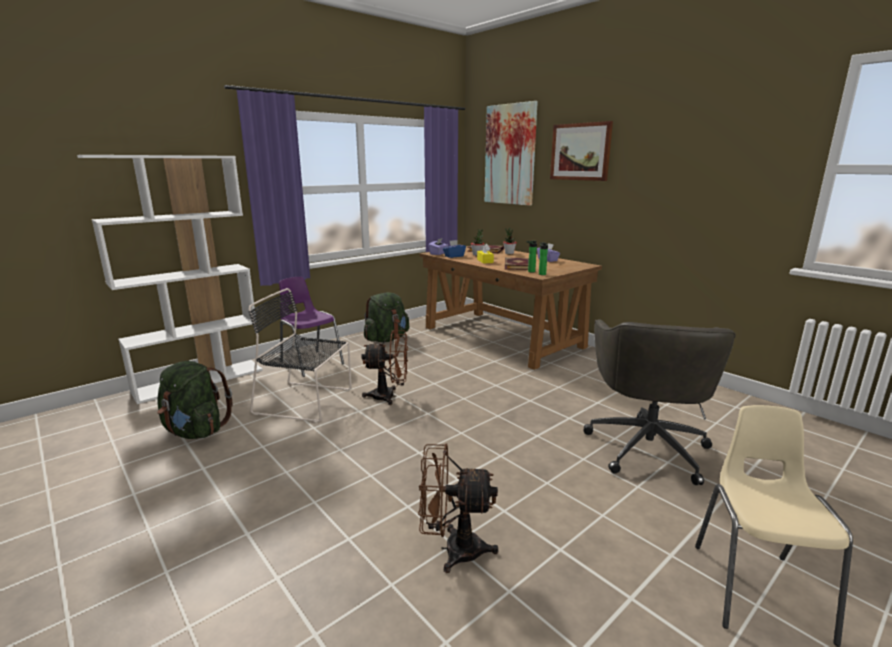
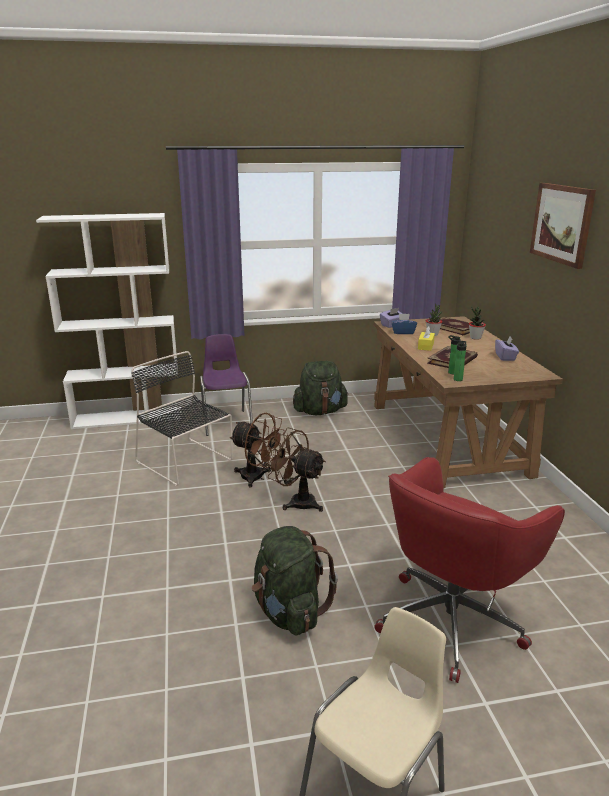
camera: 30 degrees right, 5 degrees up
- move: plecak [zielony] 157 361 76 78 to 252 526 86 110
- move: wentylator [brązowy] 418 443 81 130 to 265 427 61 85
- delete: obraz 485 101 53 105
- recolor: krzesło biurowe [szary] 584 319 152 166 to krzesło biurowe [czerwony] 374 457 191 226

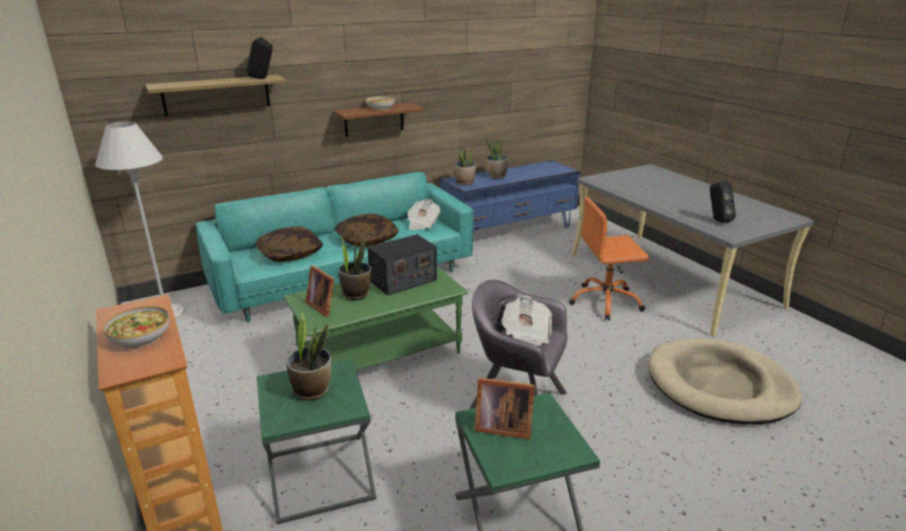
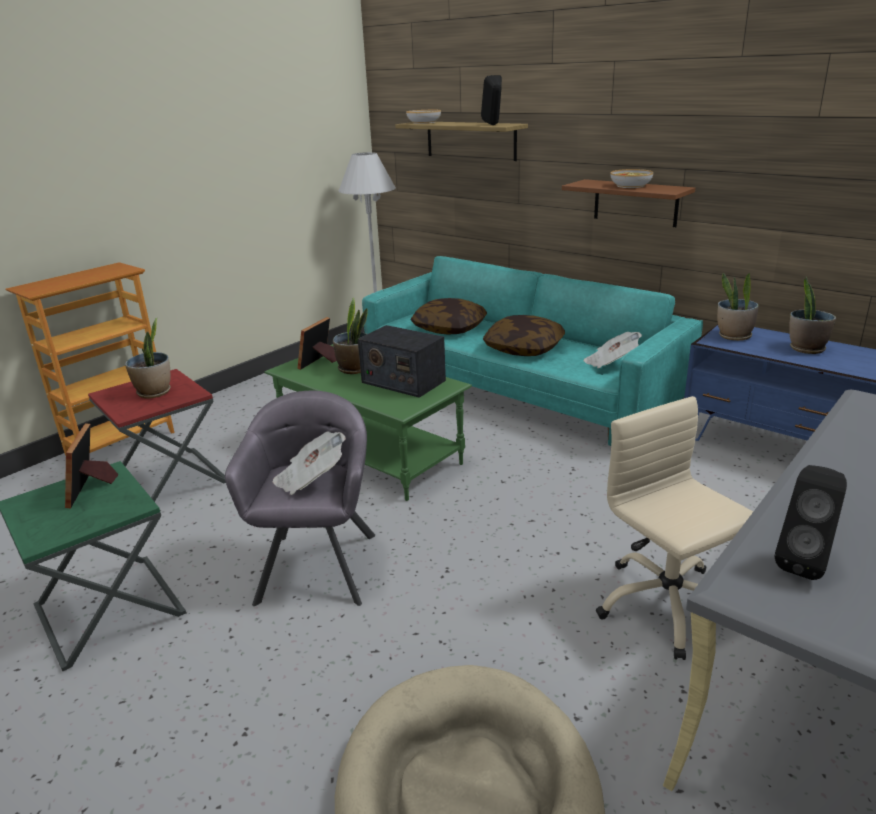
camera: 70 degrees right, 0 degrees up
- move: miska 103 306 67 42 to 406 110 35 14
- recolor: stolik [zielony] 257 359 120 165 to stolik [czerwony] 88 369 138 133
- recolor: krzesło biurowe [pomarańczowy] 569 197 80 124 to krzesło biurowe [beżowy] 596 396 157 264

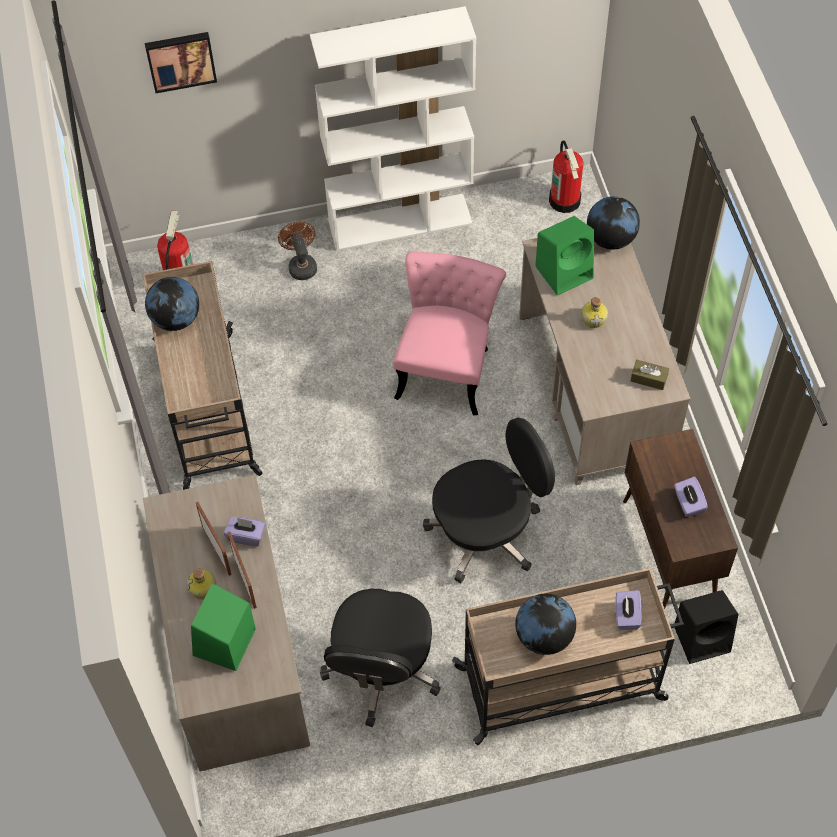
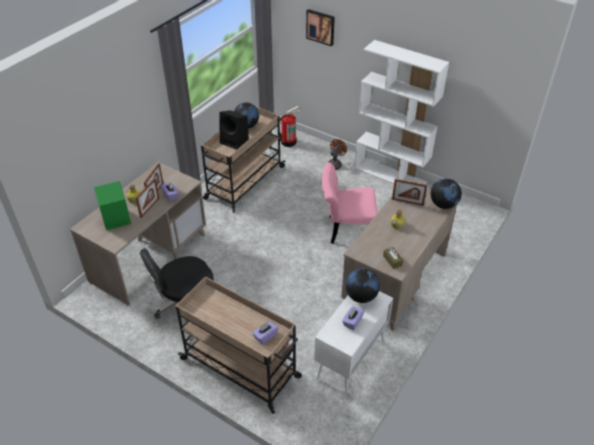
camera: 45 degrees right, 15 degrees down
- rotate: krzesło [różowy] 393 252 113 163 = 322 162 55 82 150 degrees counterclockwise
- delete: krzesło biurowe [czarny] 423 418 132 165
- move: globus 515 594 61 61 to 345 269 35 34
- replace: głośnik [zielony] 535 216 59 80 to ramka na zdjęcie 392 179 35 27
- delete: gaśnica 549 140 34 73
- recolor: szafka [brązowy] 623 429 115 180 to szafka [biały] 314 291 79 106
- move: głośnik [czarny] 674 590 65 74 to 219 110 30 40

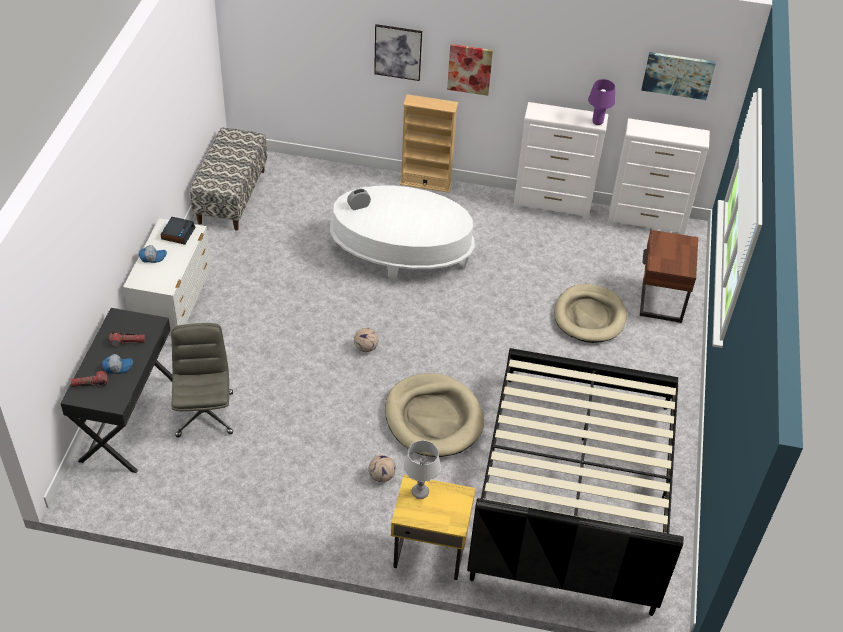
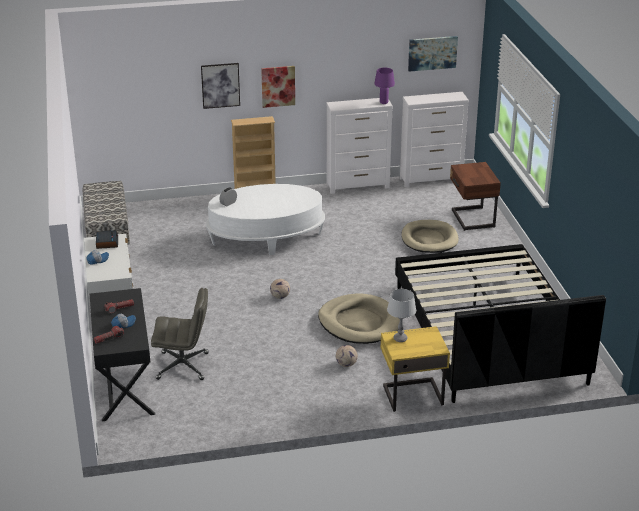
camera: 20 degrees left, 15 degrees down
- rotate: krzesło biurowe [szary] 171 323 62 114 = 151 288 57 92 120 degrees clockwise

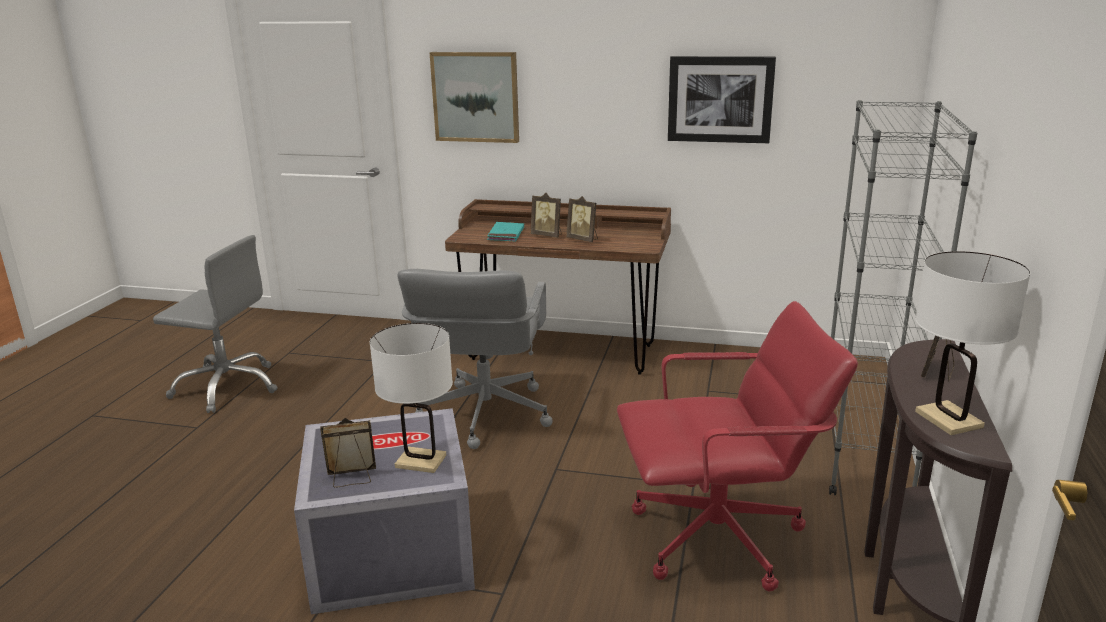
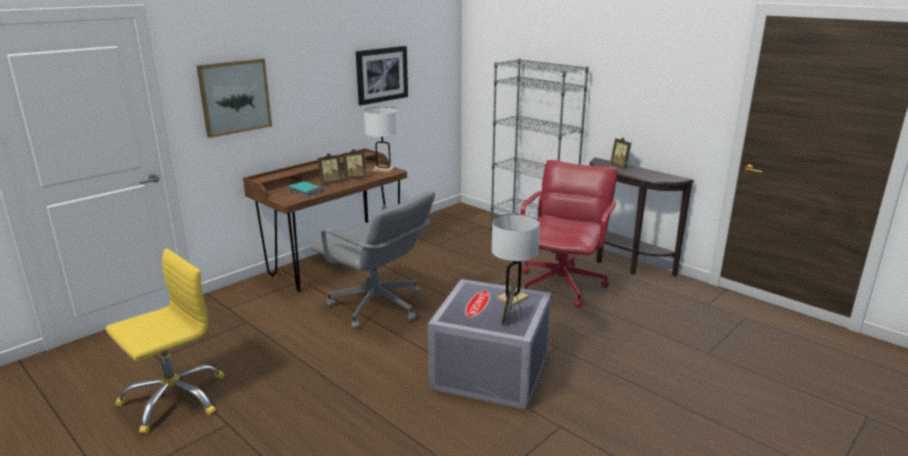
camera: 60 degrees left, 0 degrees up
- recolor: krzesło biurowe [szary] 153 235 125 178 to krzesło biurowe [żółty] 106 249 119 185
- move: lampa stołowa [biały] 915 251 115 184 to 364 107 35 66

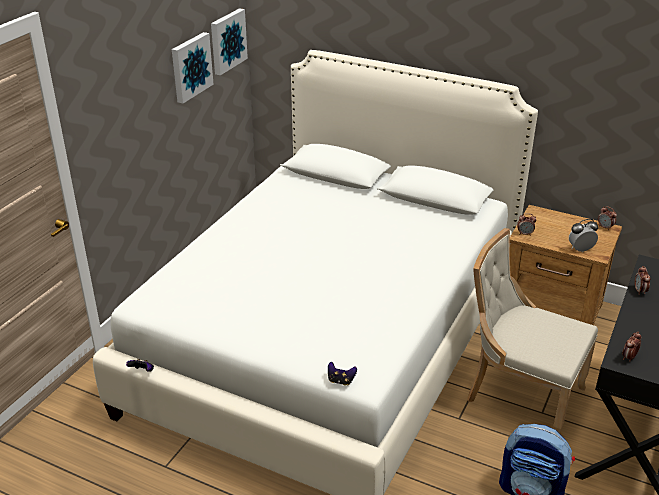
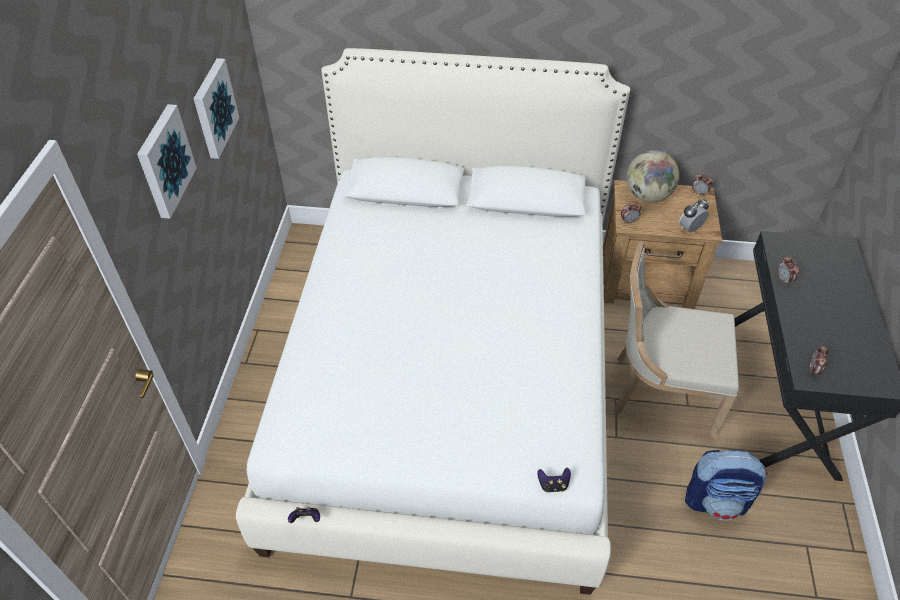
camera: 20 degrees left, 15 degrees up
- move: obraz 211 8 37 67 to 137 104 60 115
- insert: globus 626 150 53 52

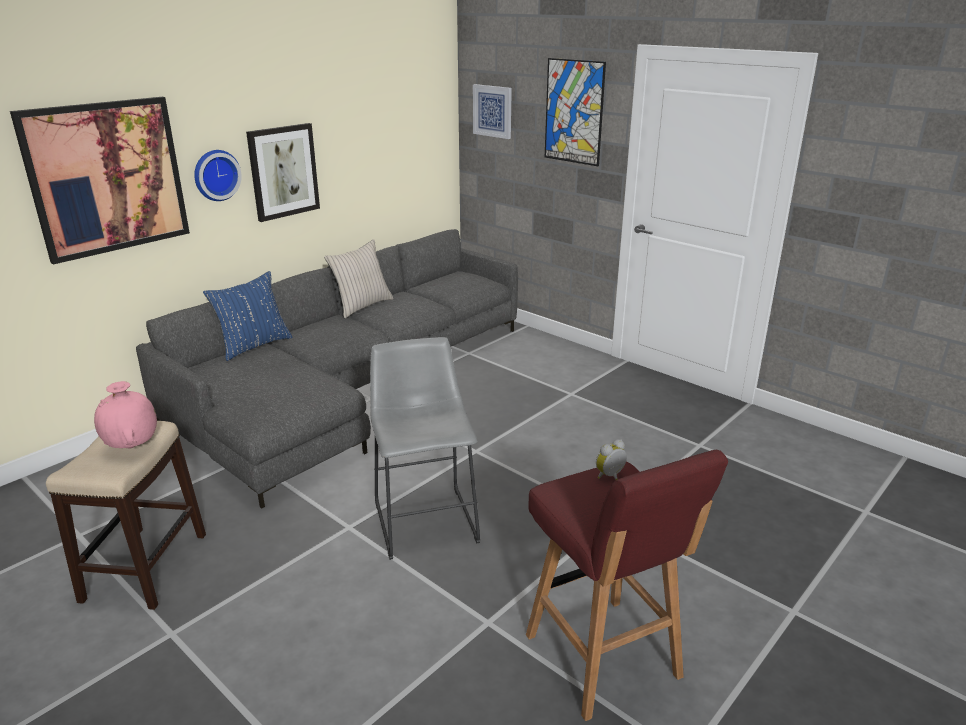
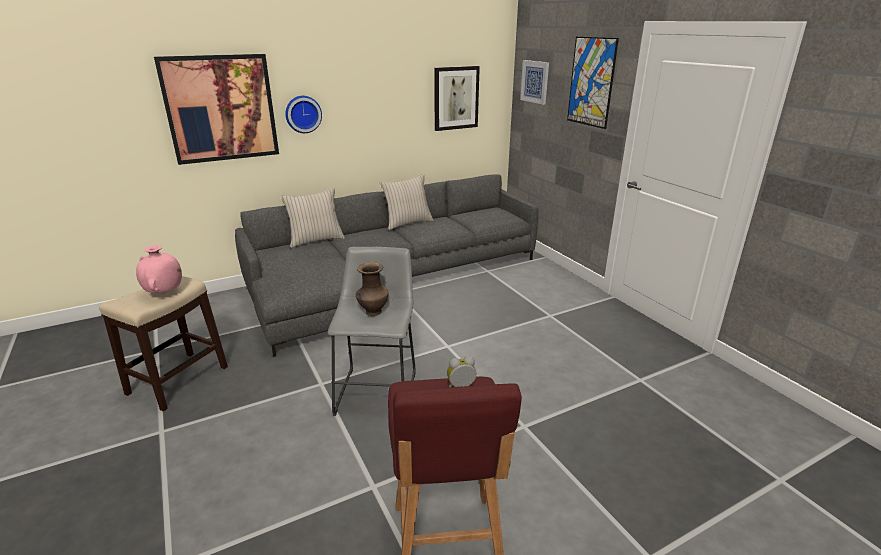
camera: 20 degrees right, 0 degrees up
- recolor: poduszka [niebieski] 203 271 90 90 to poduszka [beżowy] 280 188 65 60
- move: obraz 246 123 74 99 to 434 66 46 65
- insert: wazon [brązowy] 356 262 32 54

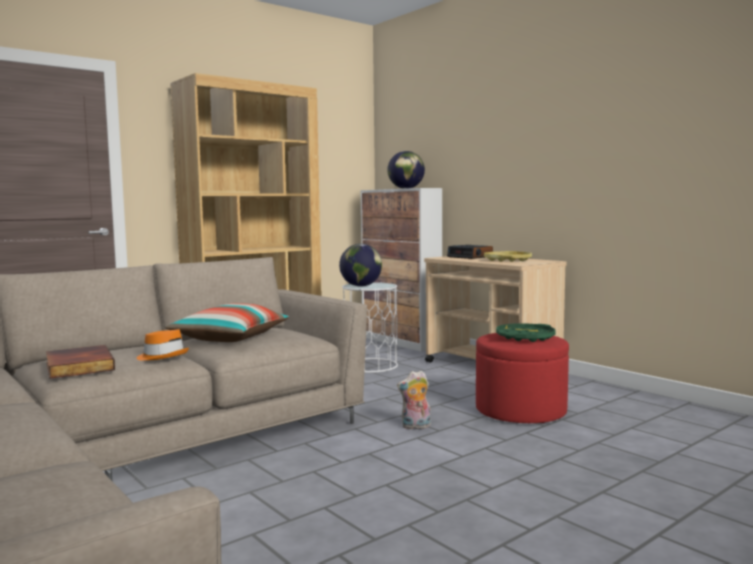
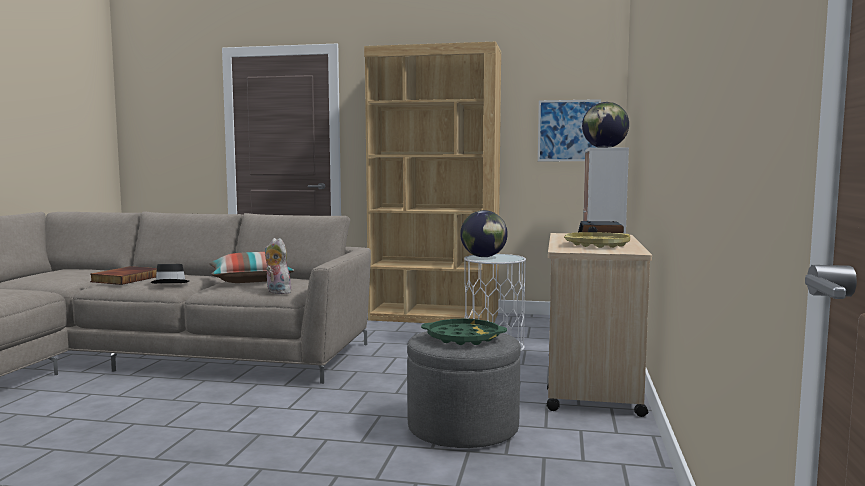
camera: 50 degrees right, 0 degrees up
- recolor: kapelusz [pomarańczowy] 137 329 52 32 to kapelusz [czarny] 151 264 38 20
- move: pluszak 397 371 34 58 to 265 238 28 56
- recolor: pufa [czerwony] 476 333 93 90 to pufa [szary] 407 331 114 117
- insert: obraz 538 99 63 62

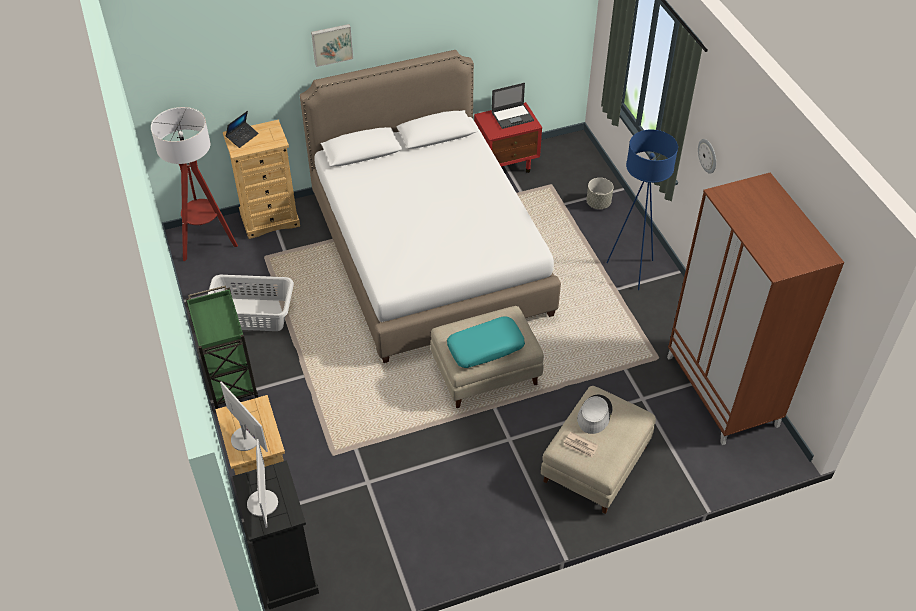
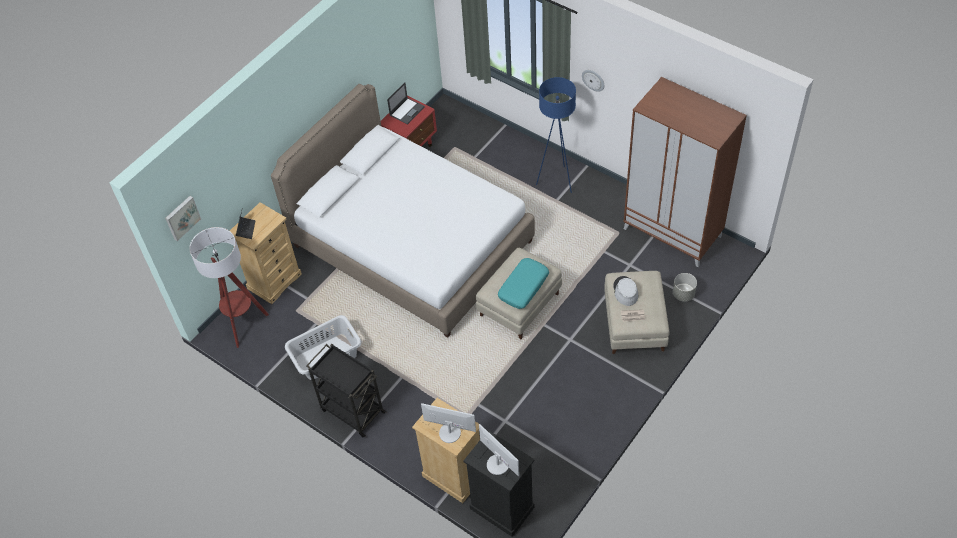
camera: 30 degrees left, 5 degrees up
- recolor: wózek [zielony] 186 285 72 124 to wózek [czarny] 306 344 81 94
- move: obraz 311 24 42 43 to 165 196 36 45
- move: donica [szary] 586 178 27 31 to 673 273 24 29

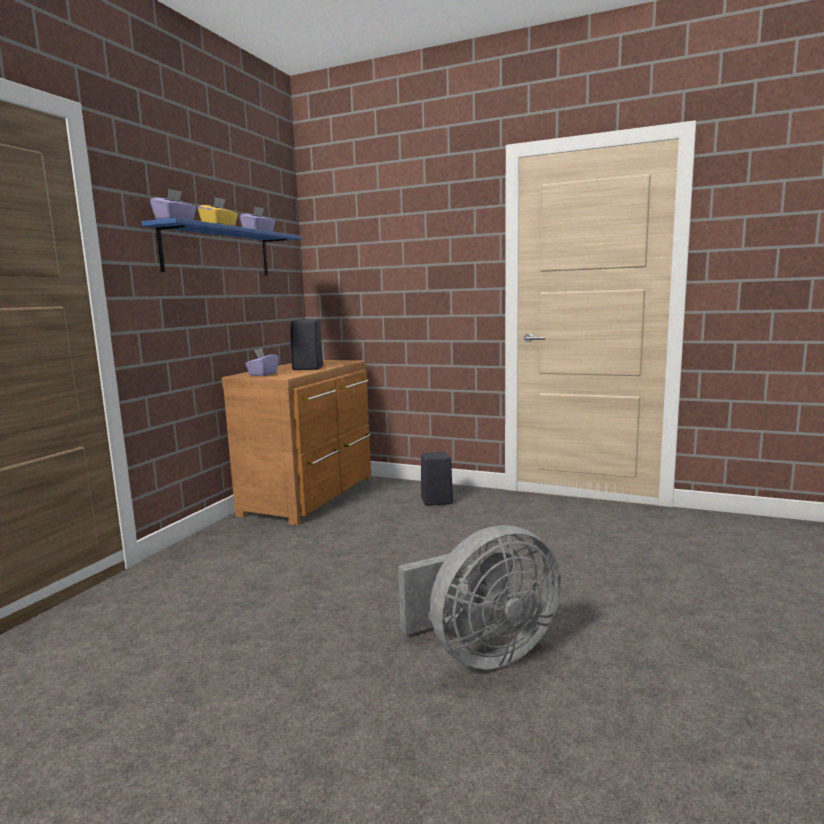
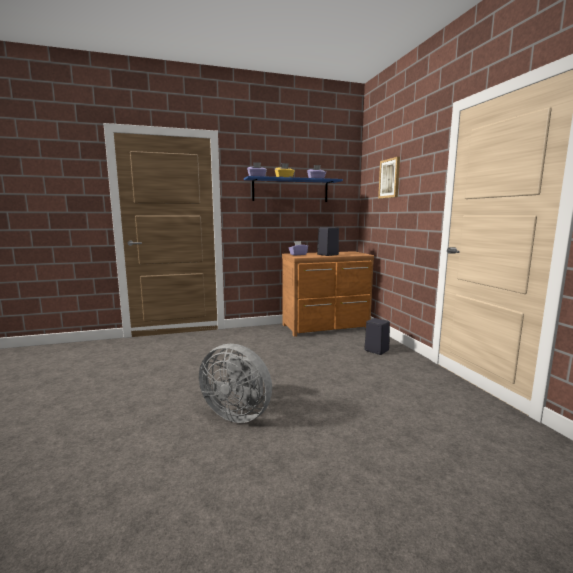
camera: 50 degrees right, 0 degrees up
- insert: obraz 378 157 22 42

